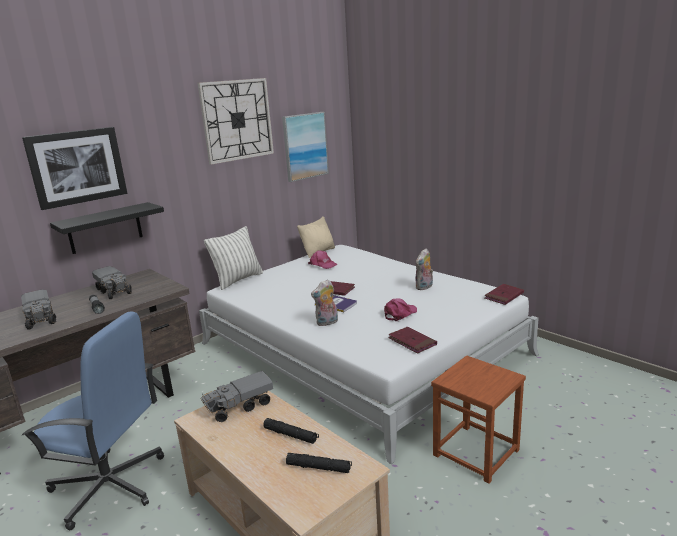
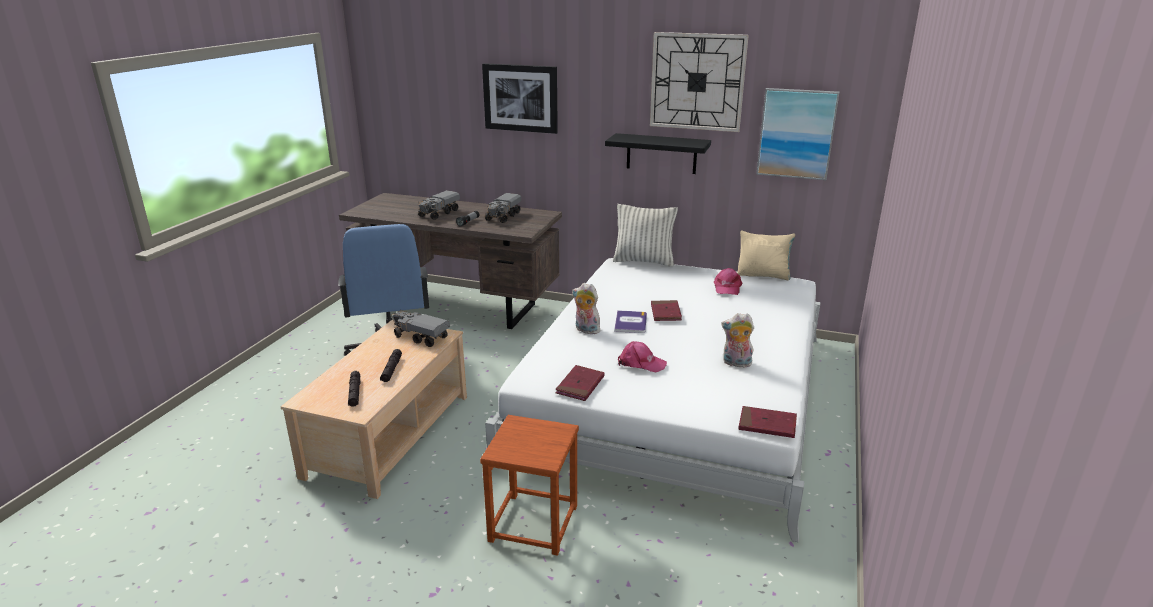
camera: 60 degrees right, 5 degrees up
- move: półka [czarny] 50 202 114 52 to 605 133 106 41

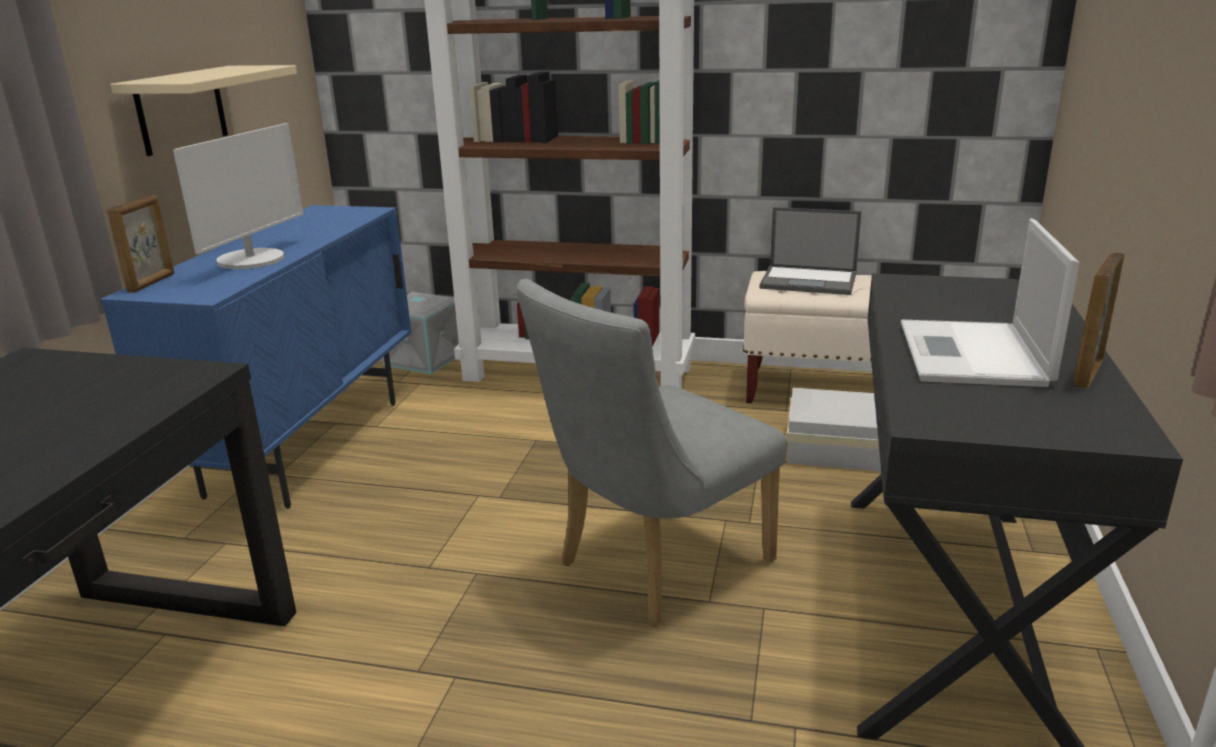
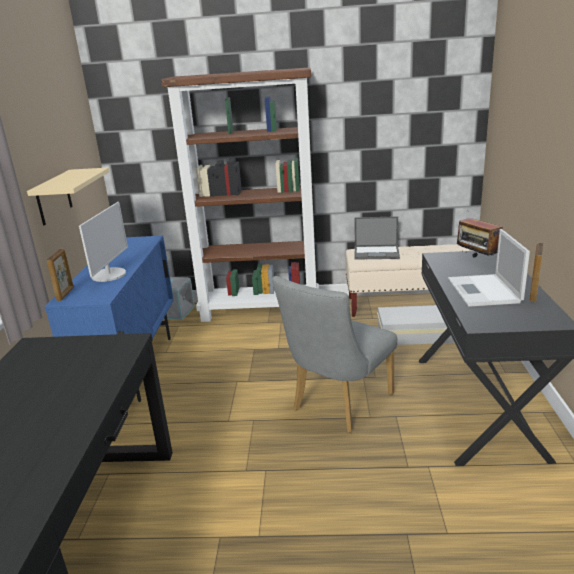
camera: 10 degrees left, 0 degrees up
- insert: radio 457 218 46 40

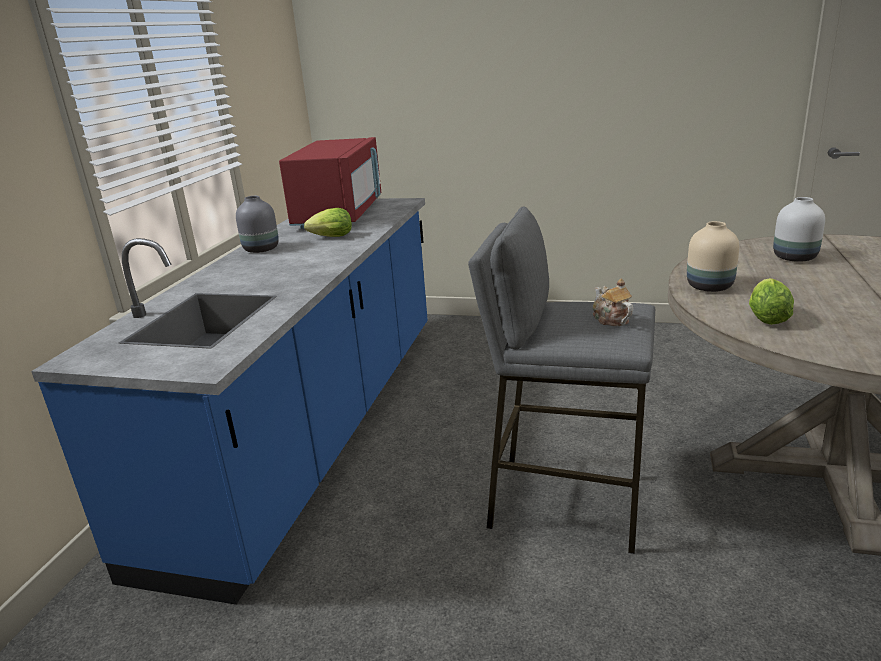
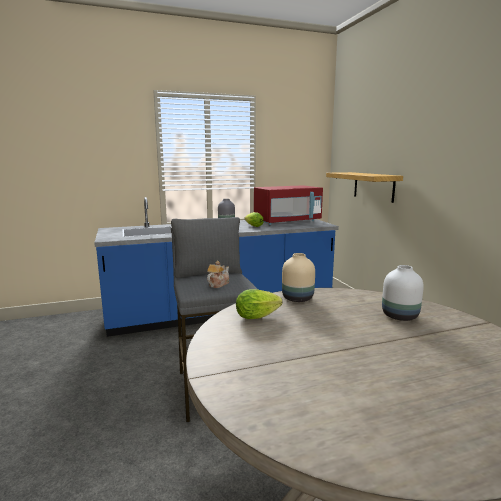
camera: 55 degrees right, 10 degrees down
- insert: półka 326 172 77 31

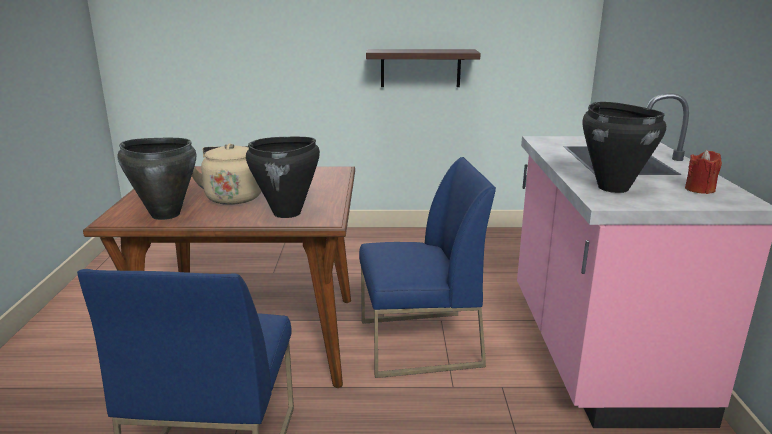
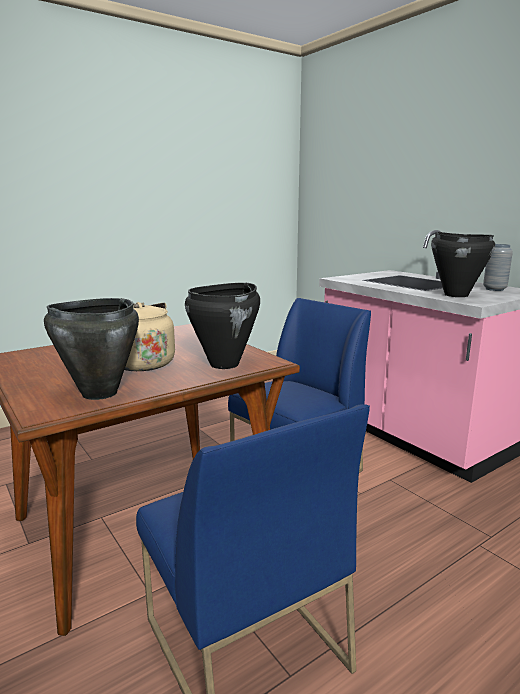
camera: 35 degrees left, 5 degrees down
- delete: półka 366 49 115 38
- replace: świeca [czerwony] 685 150 37 44 to wazon [szary] 483 244 30 47

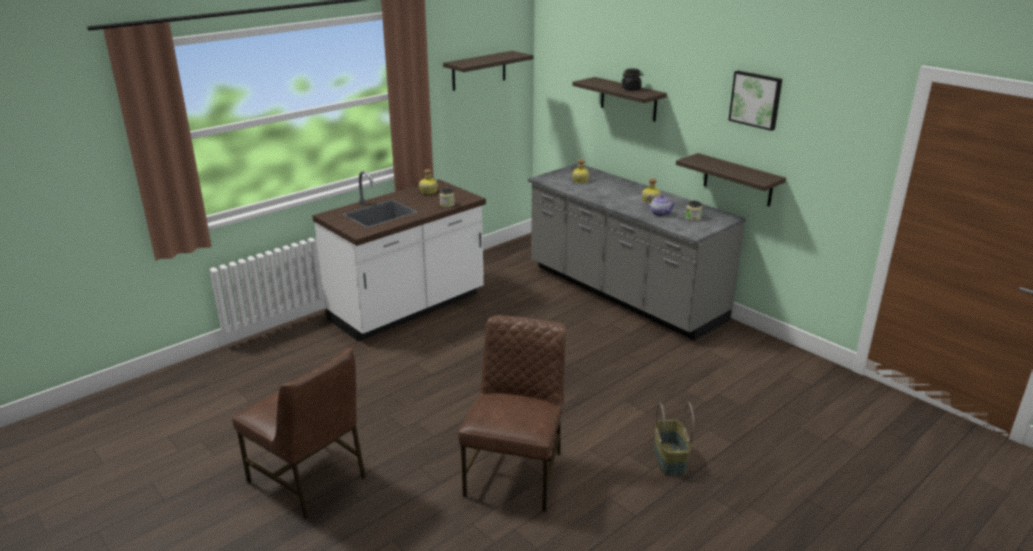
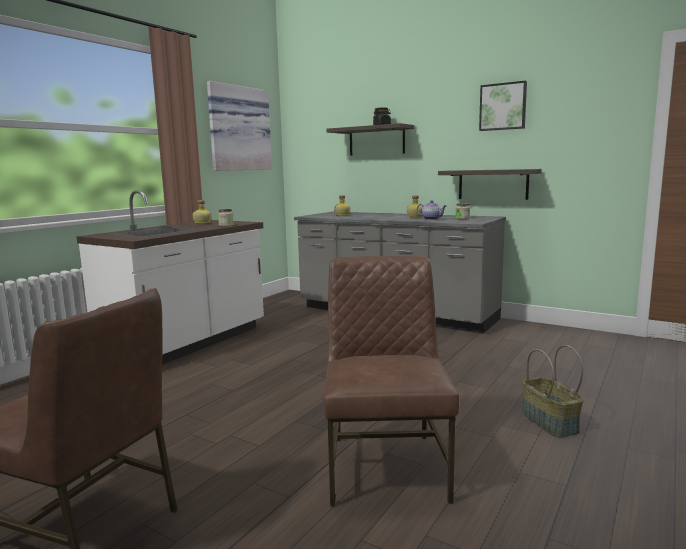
camera: 15 degrees left, 15 degrees down
- replace: półka 443 51 90 40 to obraz 207 81 65 90

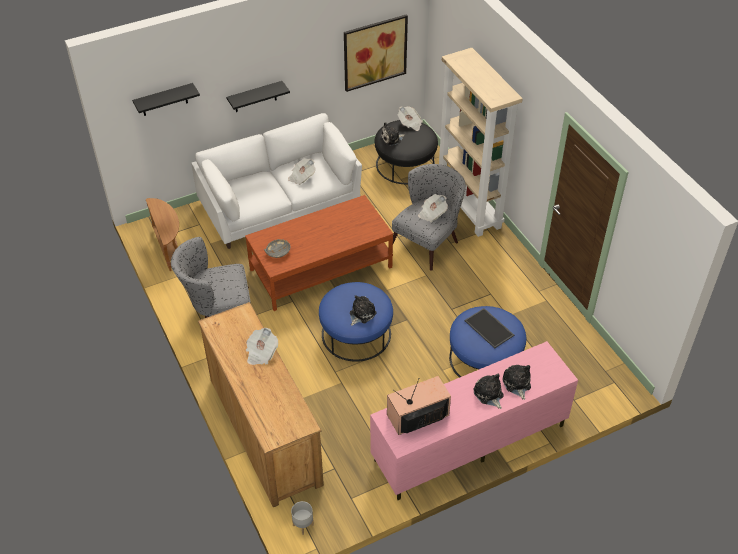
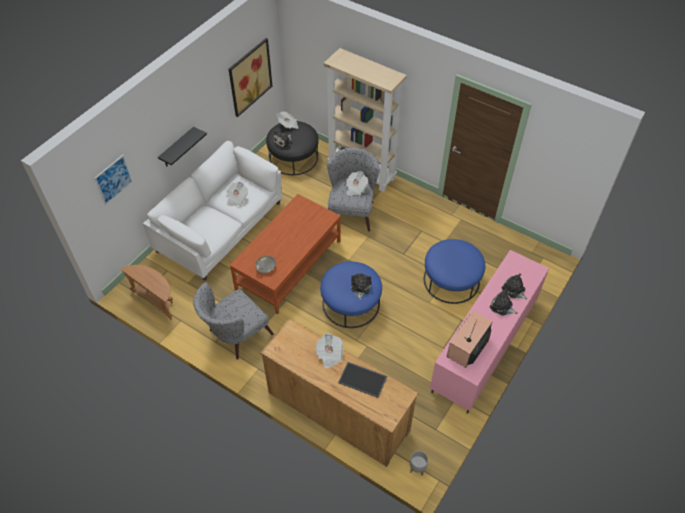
camera: 30 degrees left, 5 degrees up
- replace: półka [czarny] 132 83 68 33 to obraz 95 155 38 50
- move: taca 465 308 49 40 to 338 362 49 36

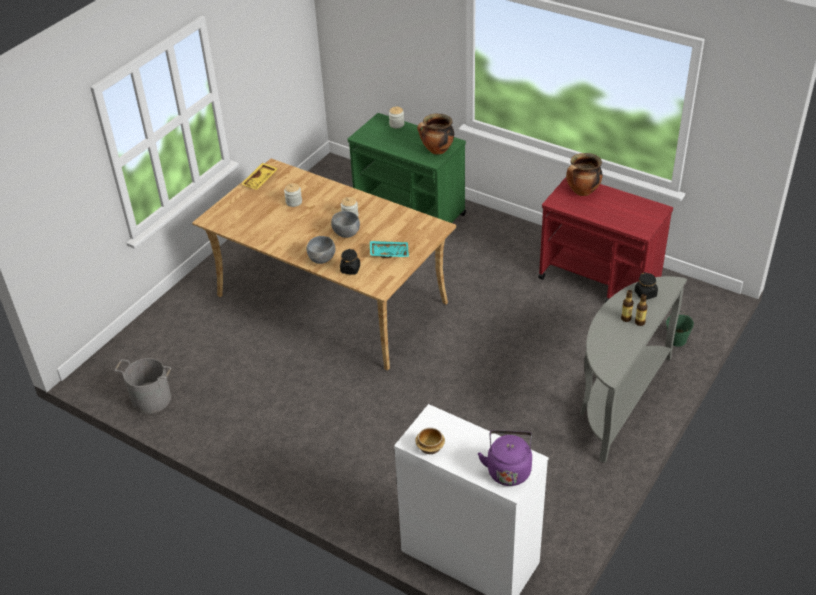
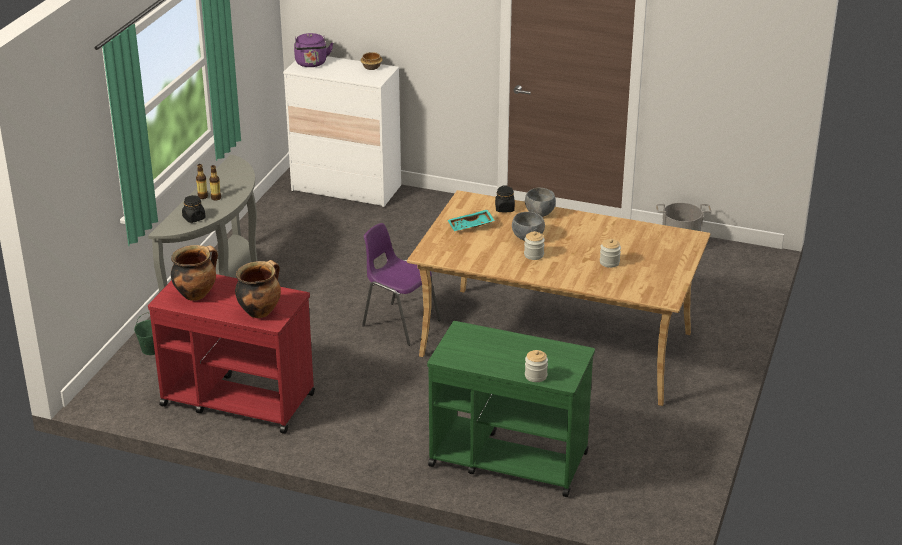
camera: 165 degrees right, 10 degrees down
- delete: taca [żółty] 241 163 37 27
- move: garnek 417 114 37 41 to 171 245 47 56
- insert: krzesło [fioletowy] 362 223 79 123

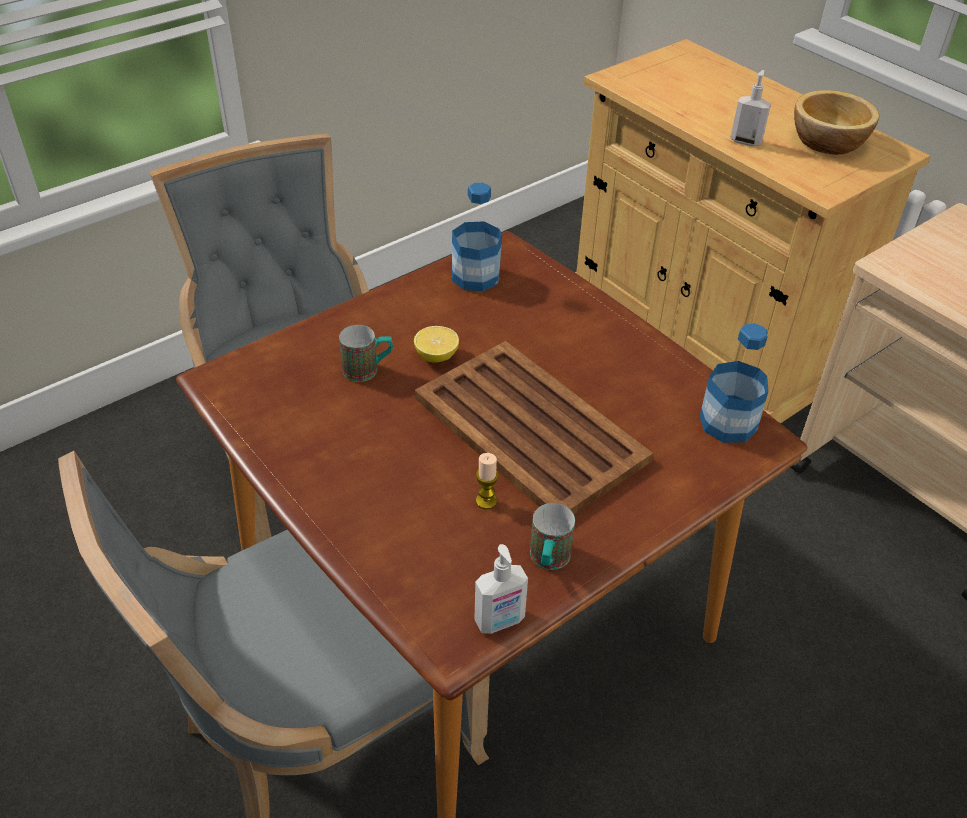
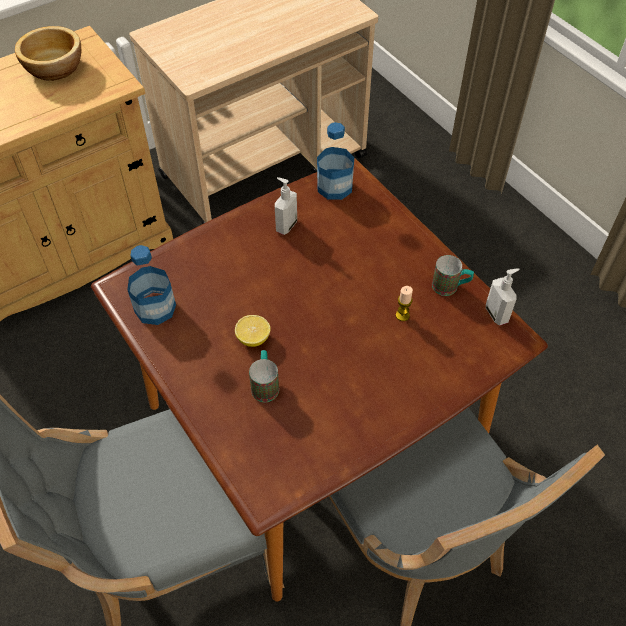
camera: 85 degrees left, 10 degrees up
- delete: taca [brązowy] 415 341 238 173
- move: dozownik mydła 730 70 41 76 to 275 177 22 58

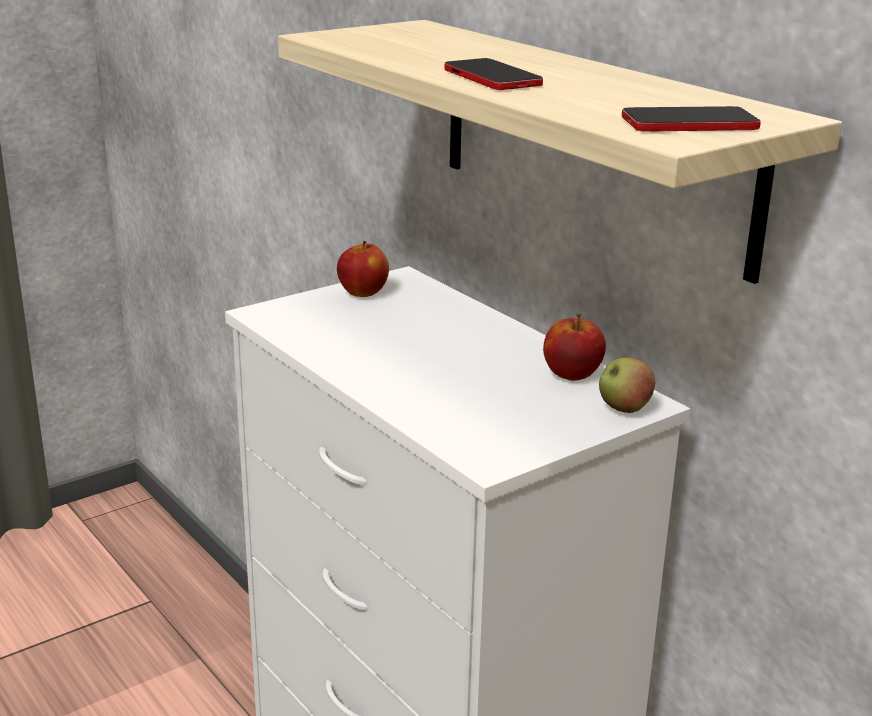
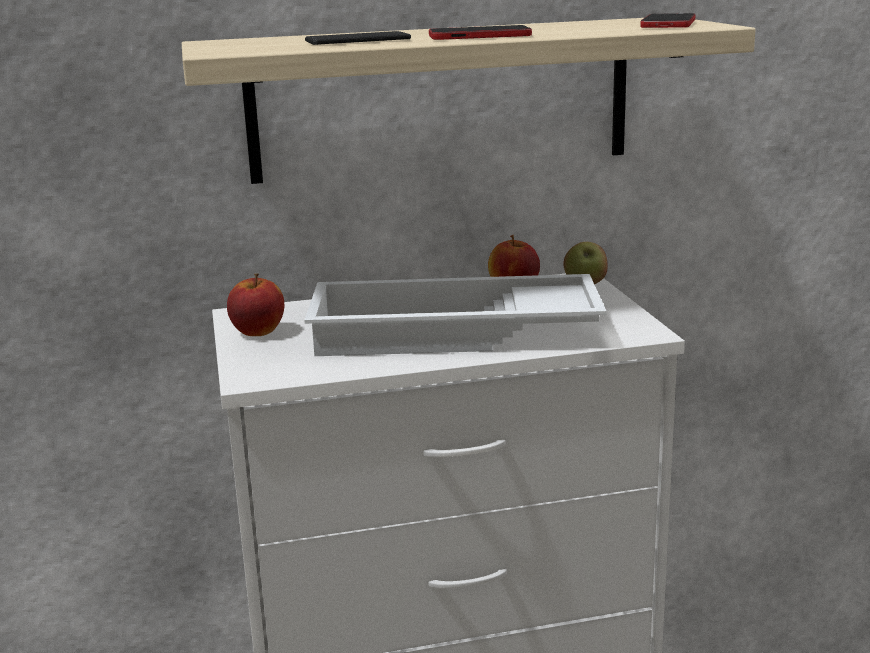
camera: 65 degrees left, 5 degrees down
- insert: taca [biały] 304 274 303 82
- insert: telefon 305 31 106 14

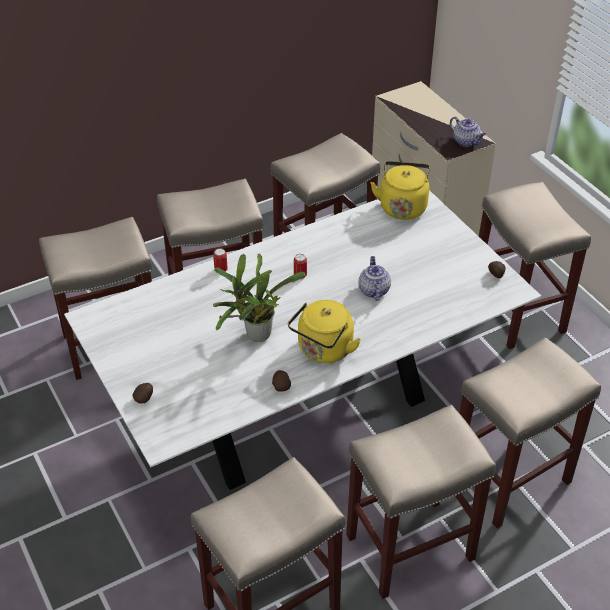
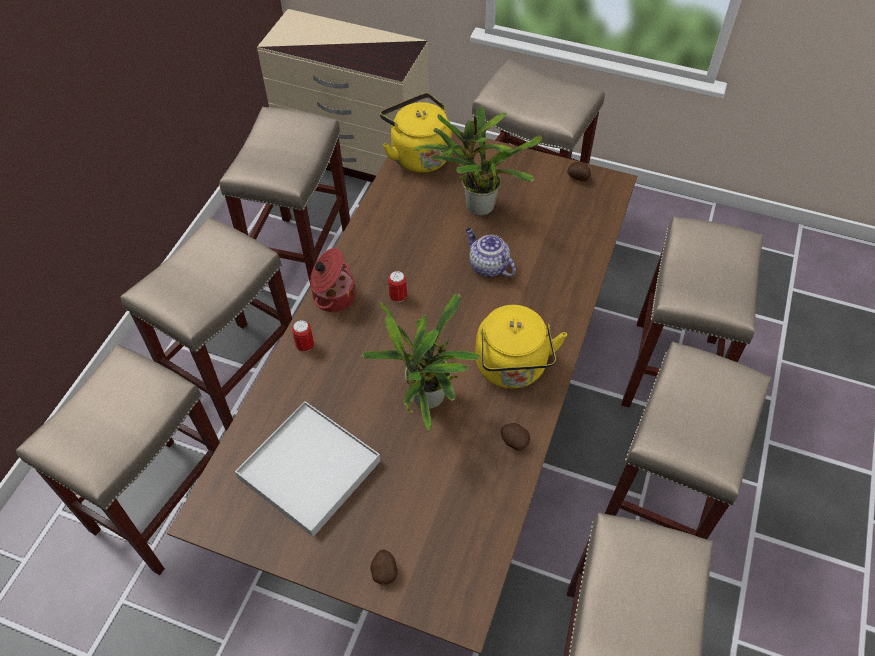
camera: 40 degrees left, 10 degrees up
- recolor: stół jadalny [biały] 64 190 478 300 to stół jadalny [brązowy] 167 131 470 523
- delete: imbryk 450 117 36 30
- insert: taca [biały] 235 401 146 136
- insert: garnek 310 248 46 64
- insert: roślina doniczkowa 414 106 128 110

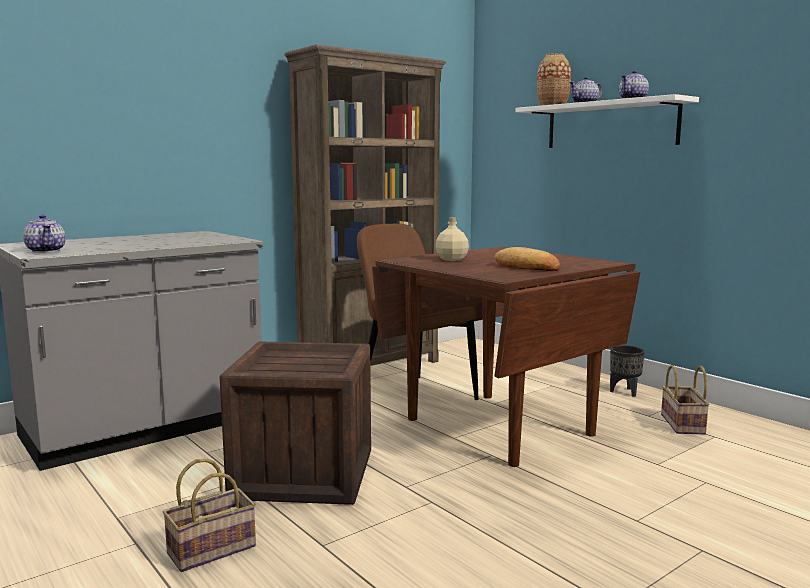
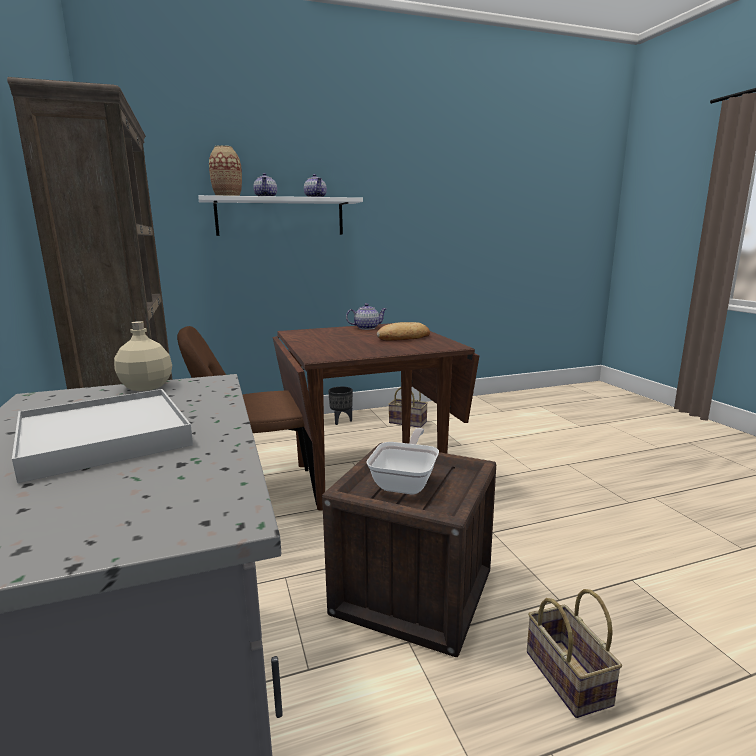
camera: 70 degrees left, 5 degrees up
- move: imbryk 23 214 43 39 to 346 303 41 27
- move: butelka [beżowy] 436 217 33 44 to 114 321 58 70
- insert: taca [biały] 12 389 181 94
- insert: patelnia 366 428 73 67

